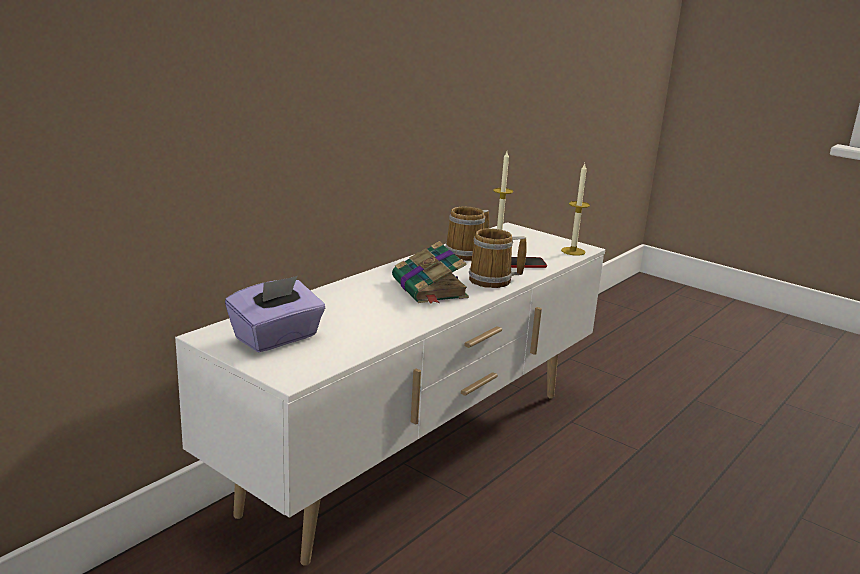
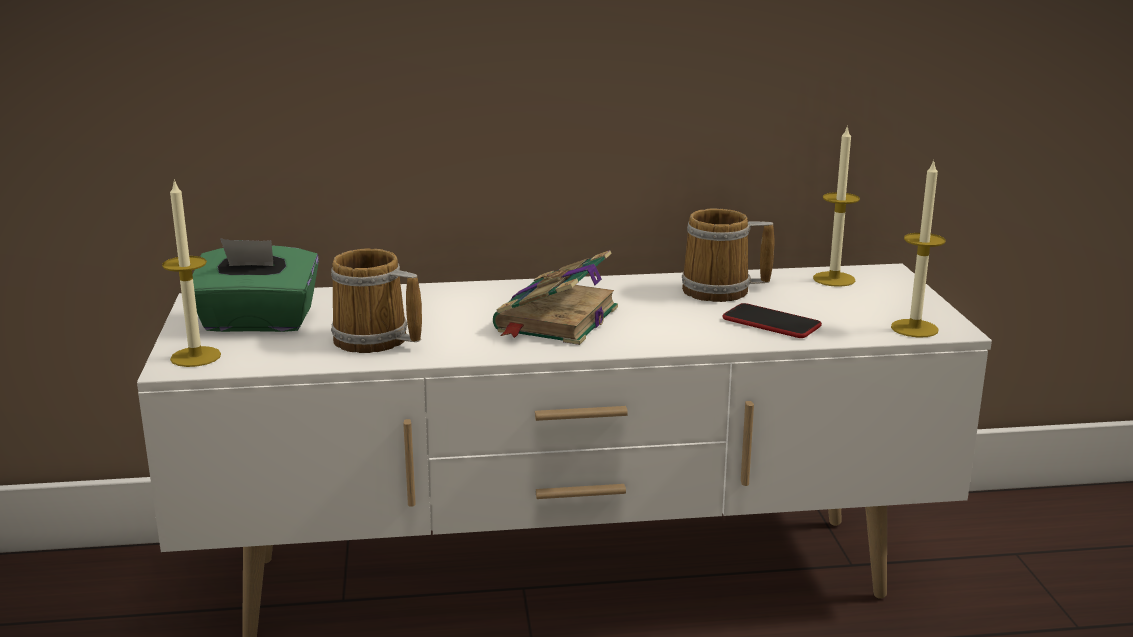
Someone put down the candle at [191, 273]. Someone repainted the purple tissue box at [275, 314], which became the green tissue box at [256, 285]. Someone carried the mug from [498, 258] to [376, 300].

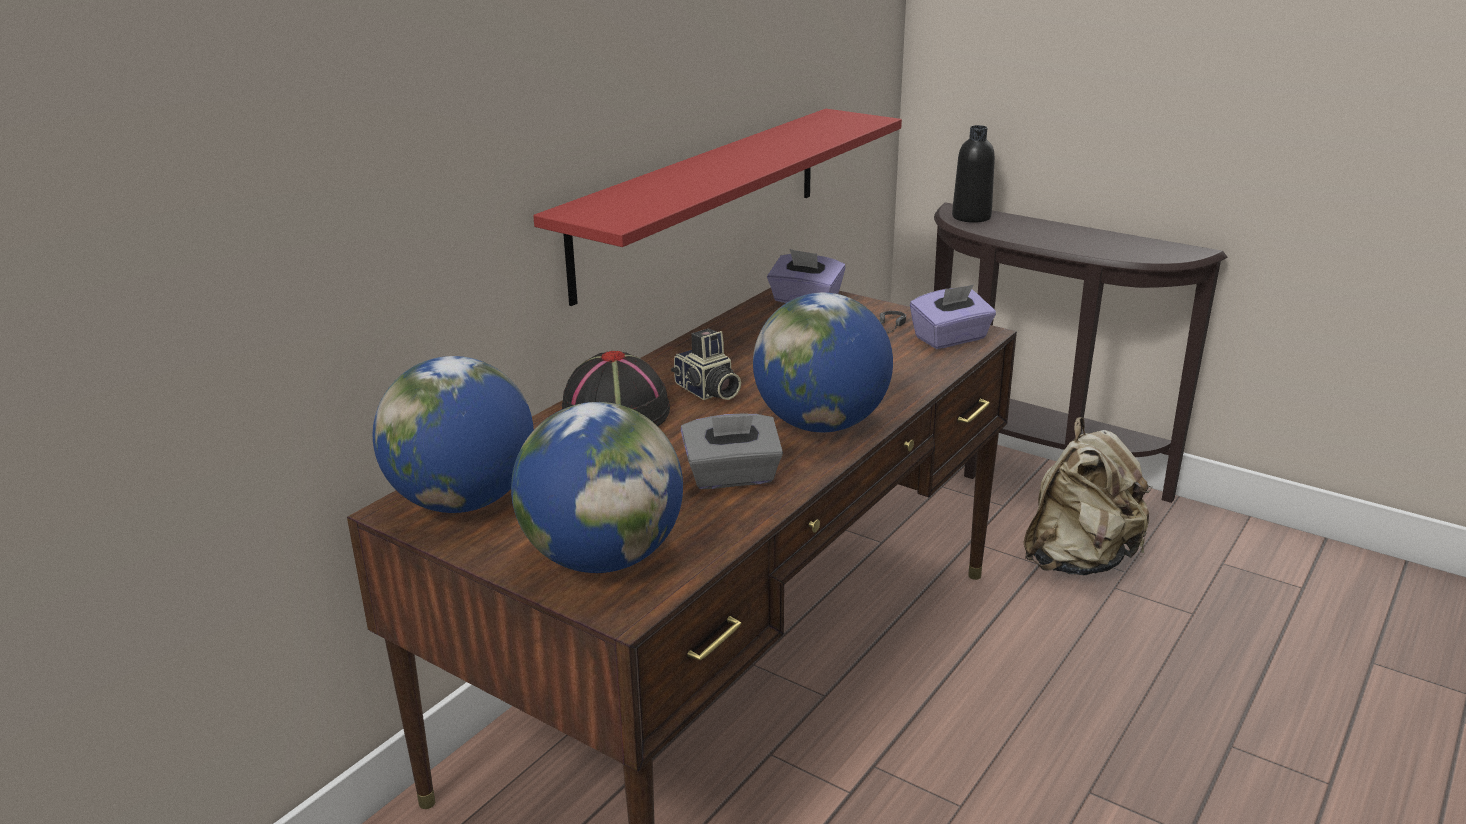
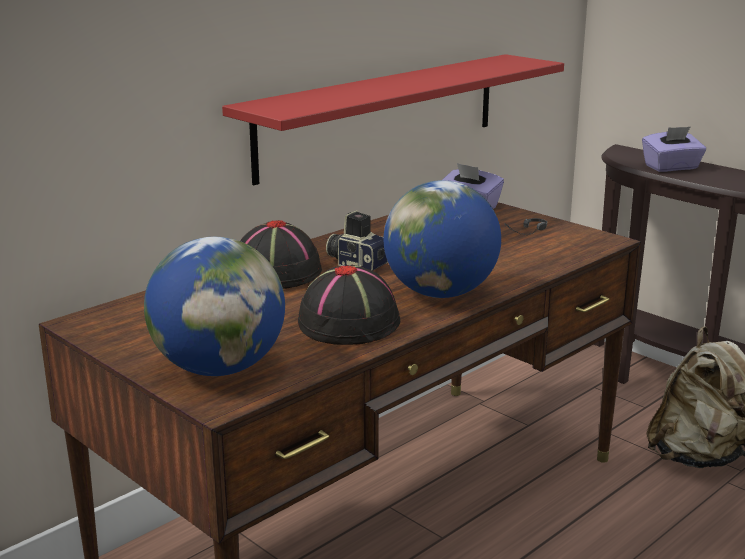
Someone swapped the grey tissue box at [732, 451] for the black hat at [349, 305]. Someone rotated the photo camera at [706, 364] by 150 degrees clockwise. Someone carried the purple tissue box from [953, 316] to [674, 149]. Someone took away the globe at [453, 434]. Someone took away the black bottle at [973, 174].

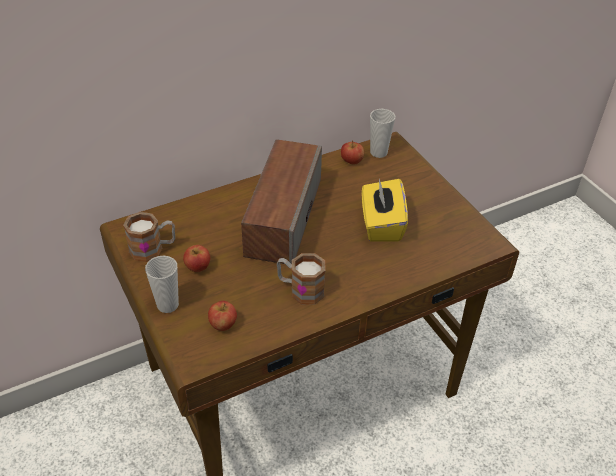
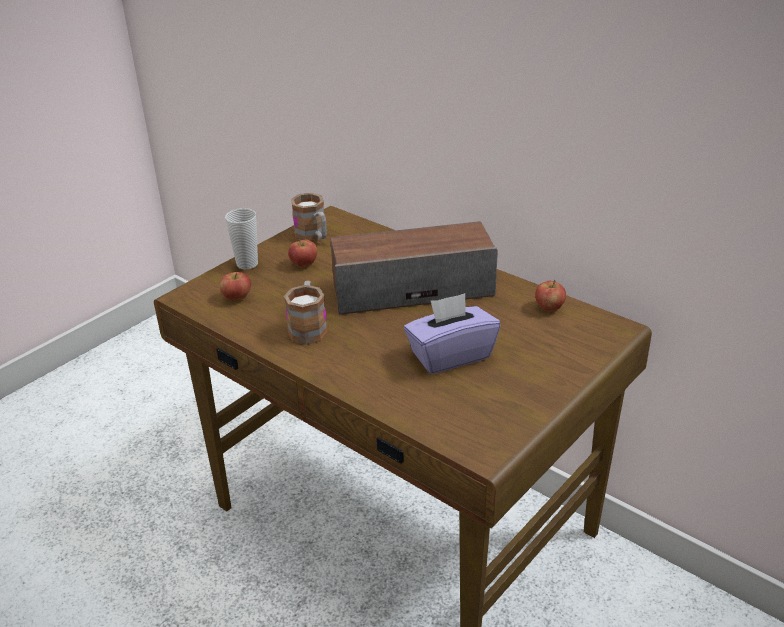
Someone repainted the yellow tissue box at [385, 210], which became the purple tissue box at [452, 333]. Someone took away the cup at [382, 133].

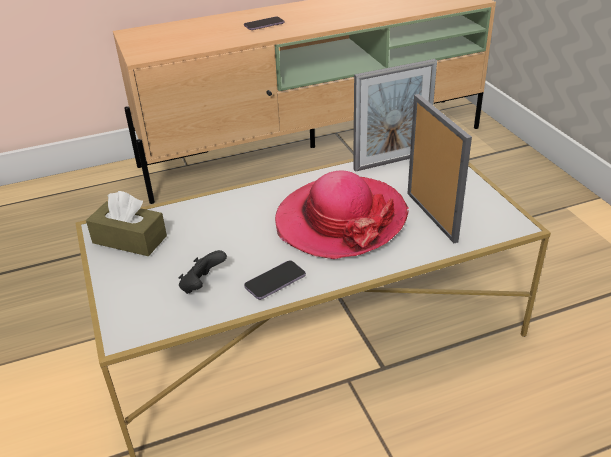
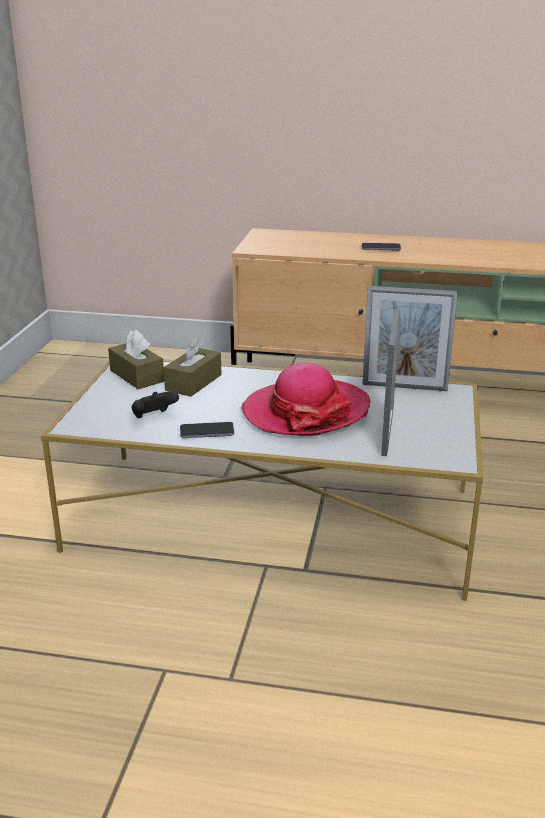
Someone put down the brown tissue box at [193, 367].

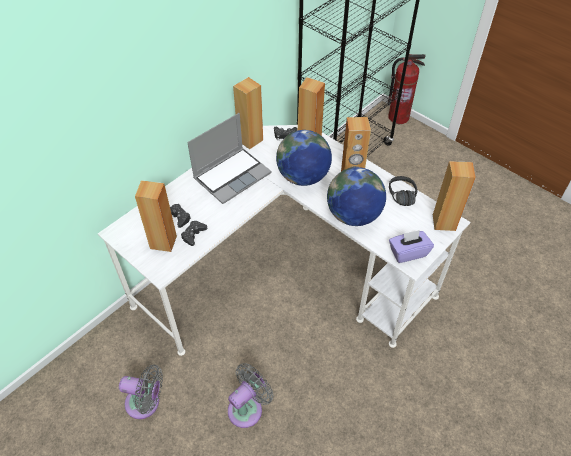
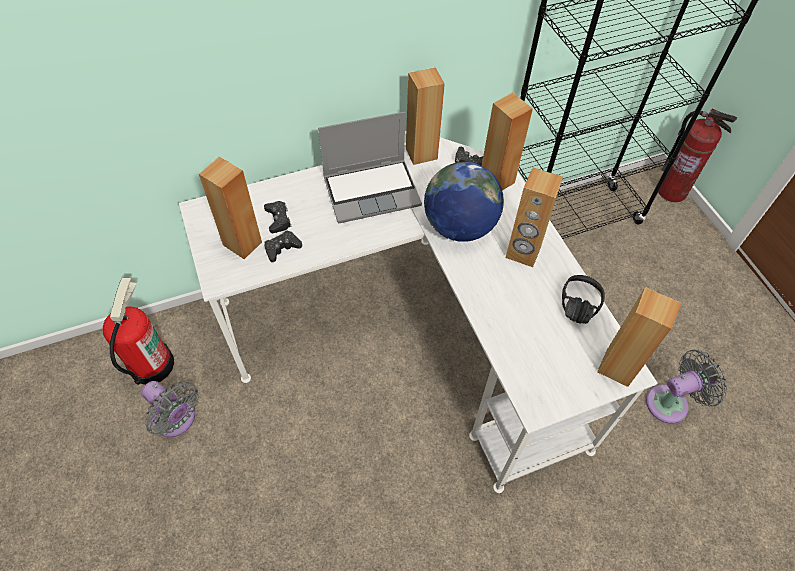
Someone put down the fire extinguisher at [138, 331]. Someone carried the grey fan from [251, 395] to [686, 387]. Someone took away the globe at [356, 196]. Someone took away the purple tissue box at [411, 246].

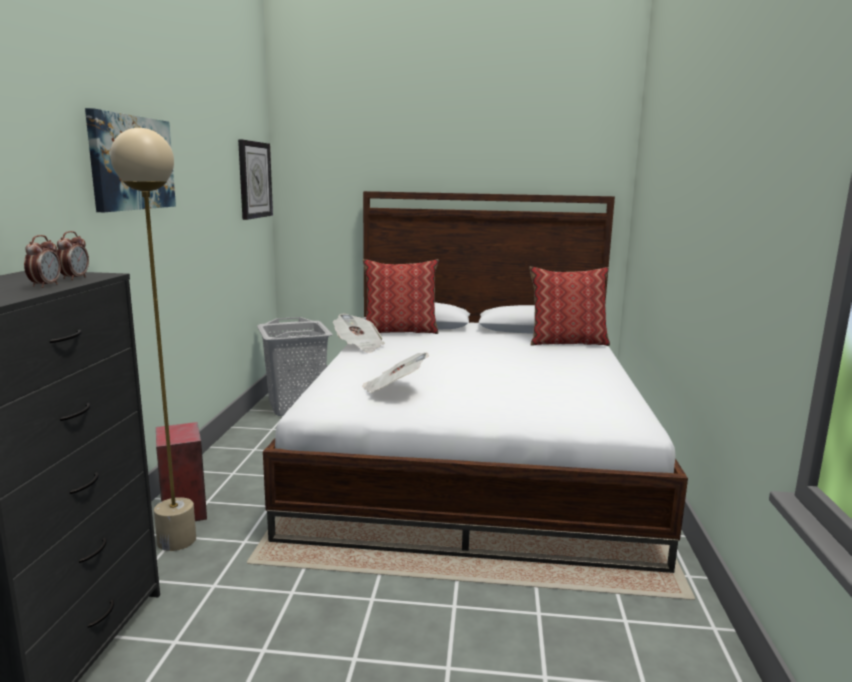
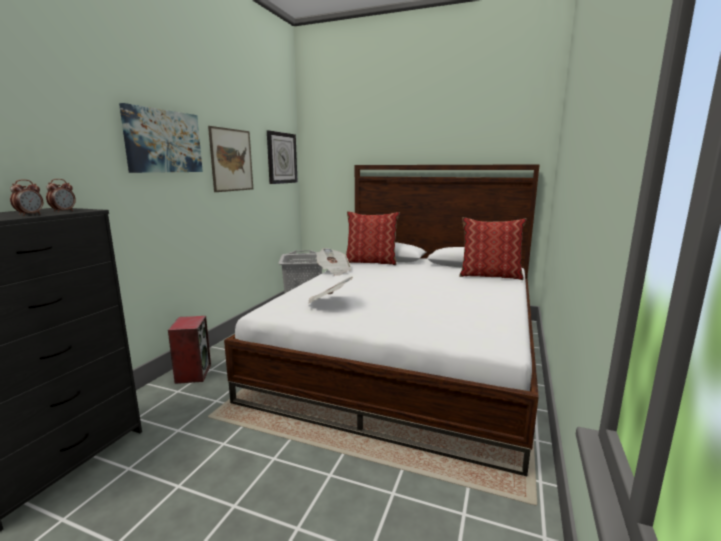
Someone put up the picture at [230, 159]. Someone took away the beige floor lamp at [153, 339].

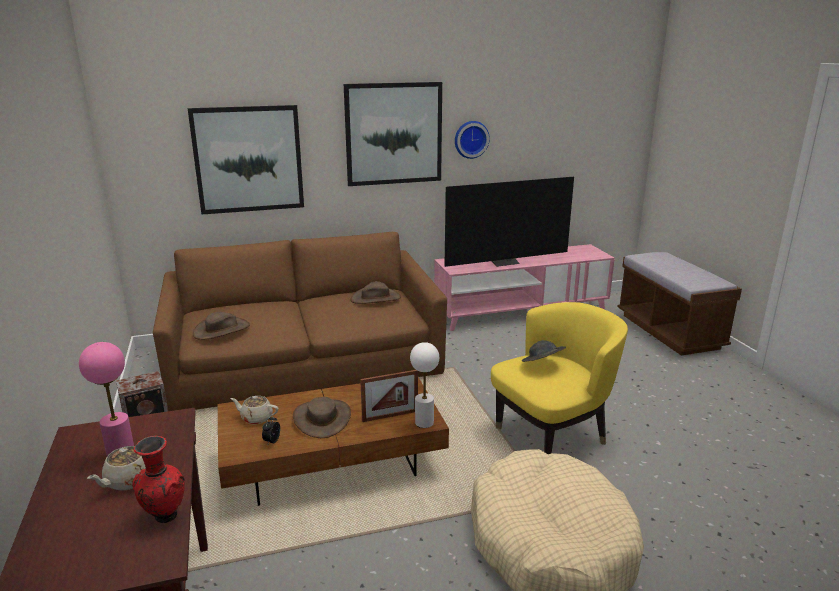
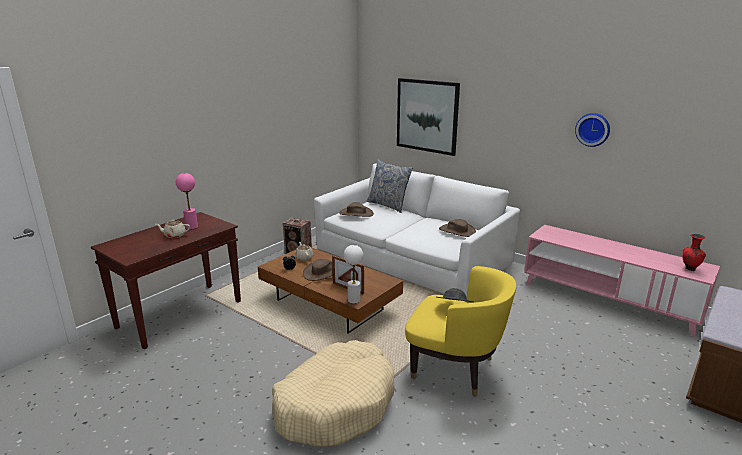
Someone repainted the brown sofa at [300, 321], which became the white sofa at [417, 230]. Someone put down the pillow at [389, 186]. Someone carried the red vase from [159, 479] to [694, 252]. Someone took away the picture at [393, 134]. Someone took away the television at [509, 222].

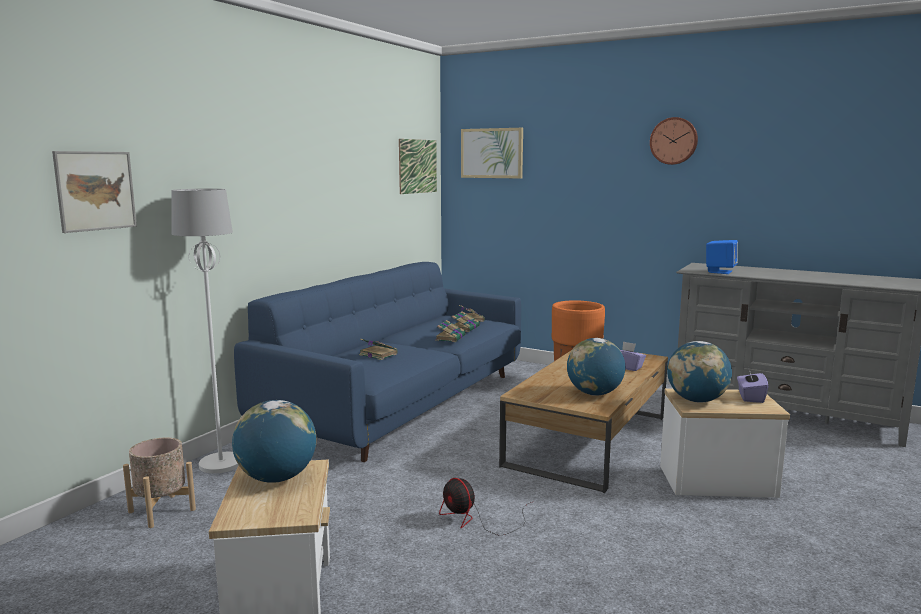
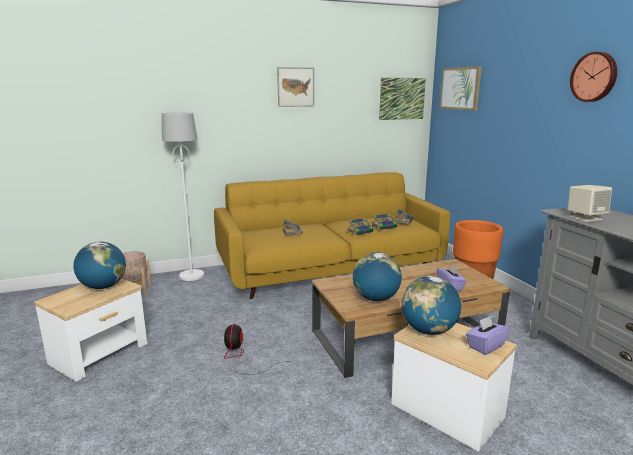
Someone repainted the blue sofa at [377, 362], which became the yellow sofa at [332, 235]. Someone carried the picture from [94, 192] to [295, 87]. Someone repainted the blue speaker at [722, 257], which became the beige speaker at [590, 203].

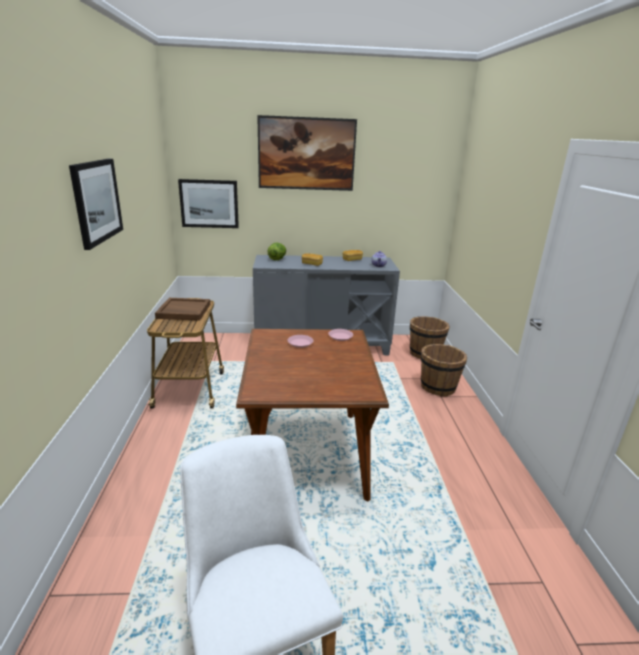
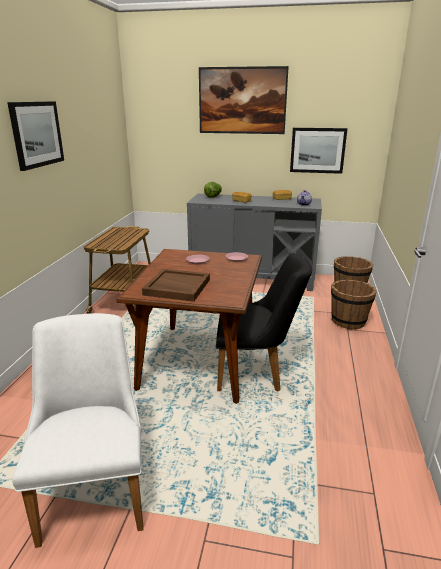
Someone carried the brown tray from [182, 309] to [176, 285]. Someone put down the black chair at [264, 322]. Someone carried the picture from [208, 203] to [319, 151].

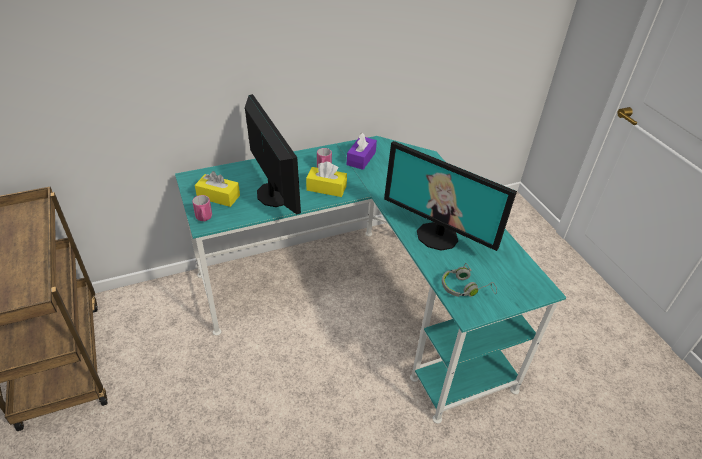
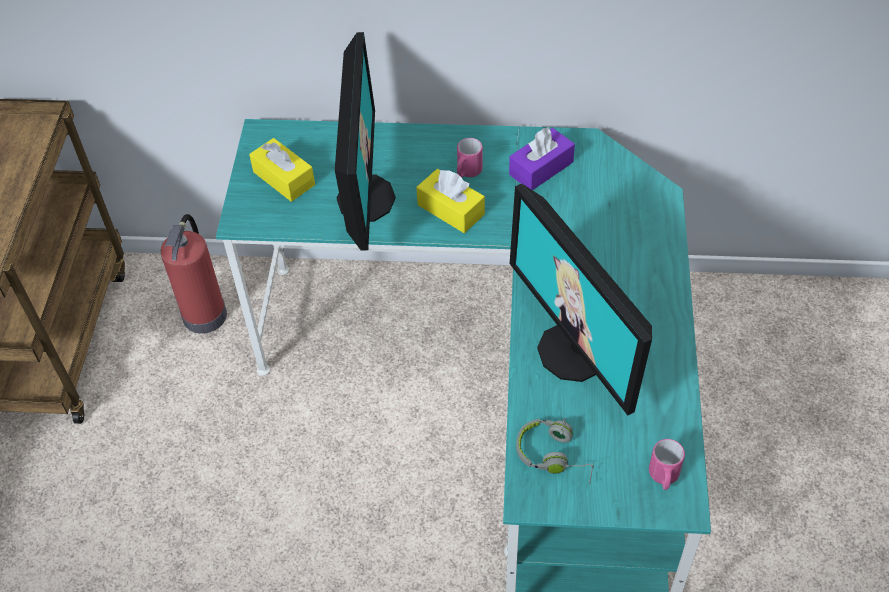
Someone put down the fire extinguisher at [194, 274]. Someone carried the pink mug from [202, 208] to [667, 464].

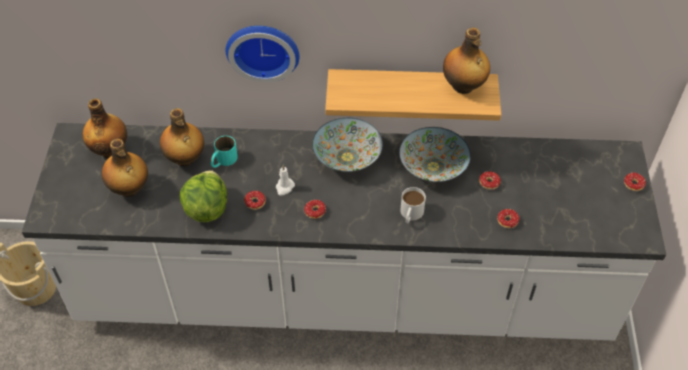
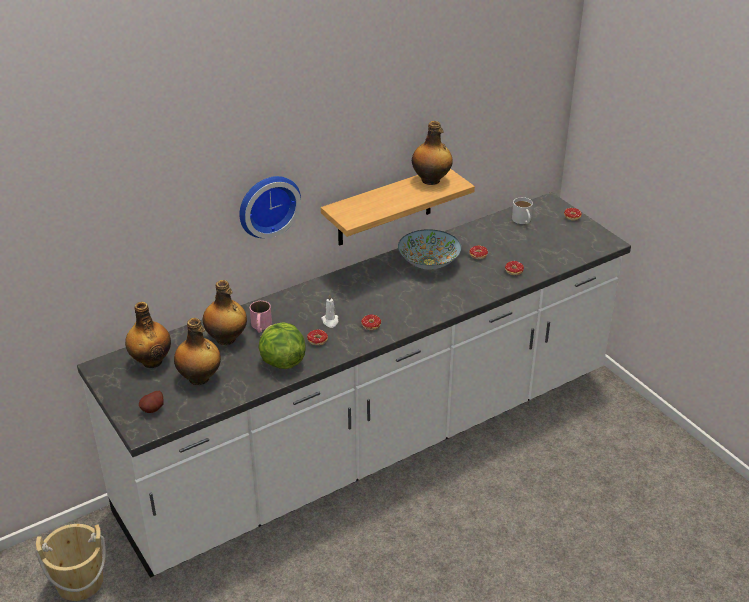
Someone put down the potato at [151, 402]. Someone repainted the turquoise mug at [224, 152], which became the pink mug at [261, 317]. Someone carried the white mug from [413, 205] to [522, 210]. Someone took away the bowl at [347, 145].

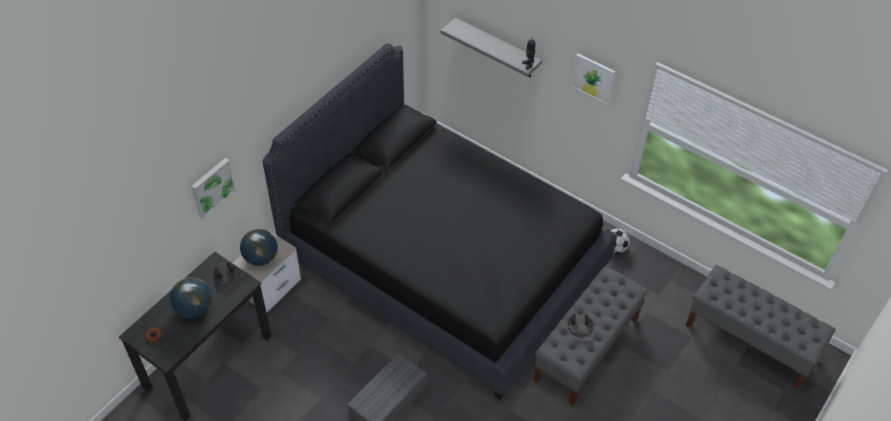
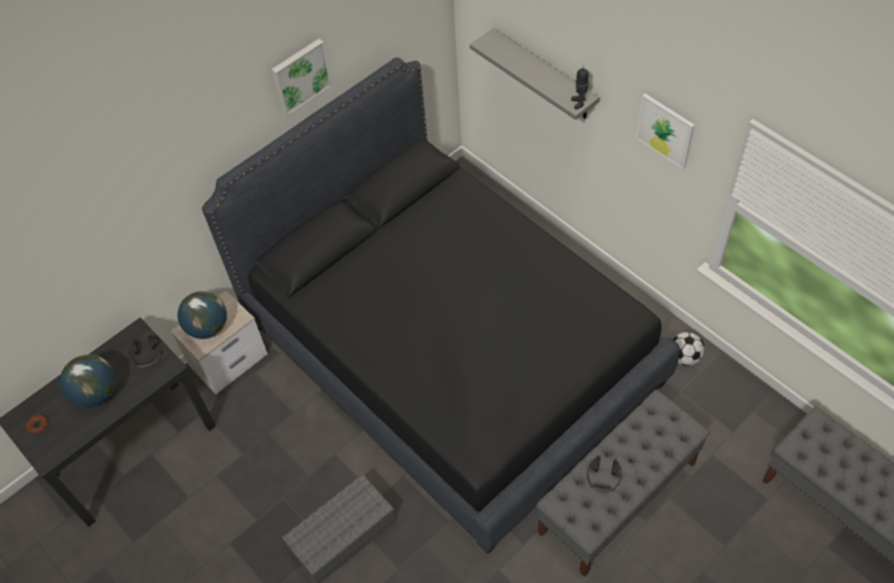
Someone carried the picture from [213, 188] to [302, 77].

